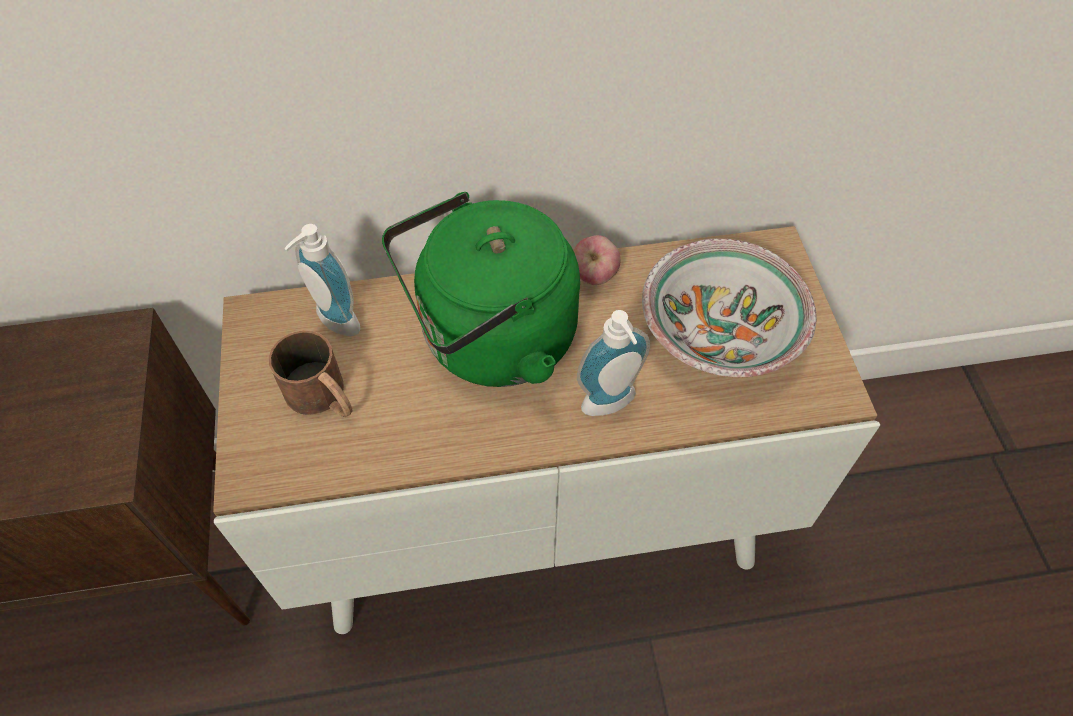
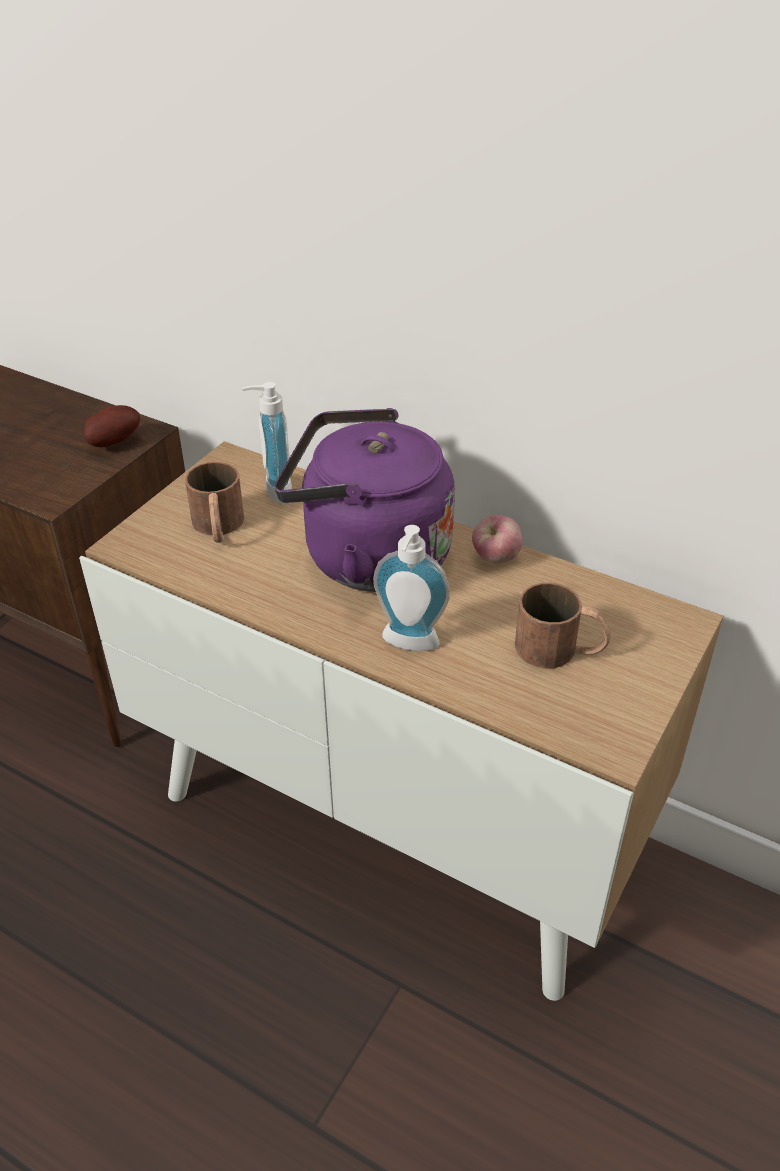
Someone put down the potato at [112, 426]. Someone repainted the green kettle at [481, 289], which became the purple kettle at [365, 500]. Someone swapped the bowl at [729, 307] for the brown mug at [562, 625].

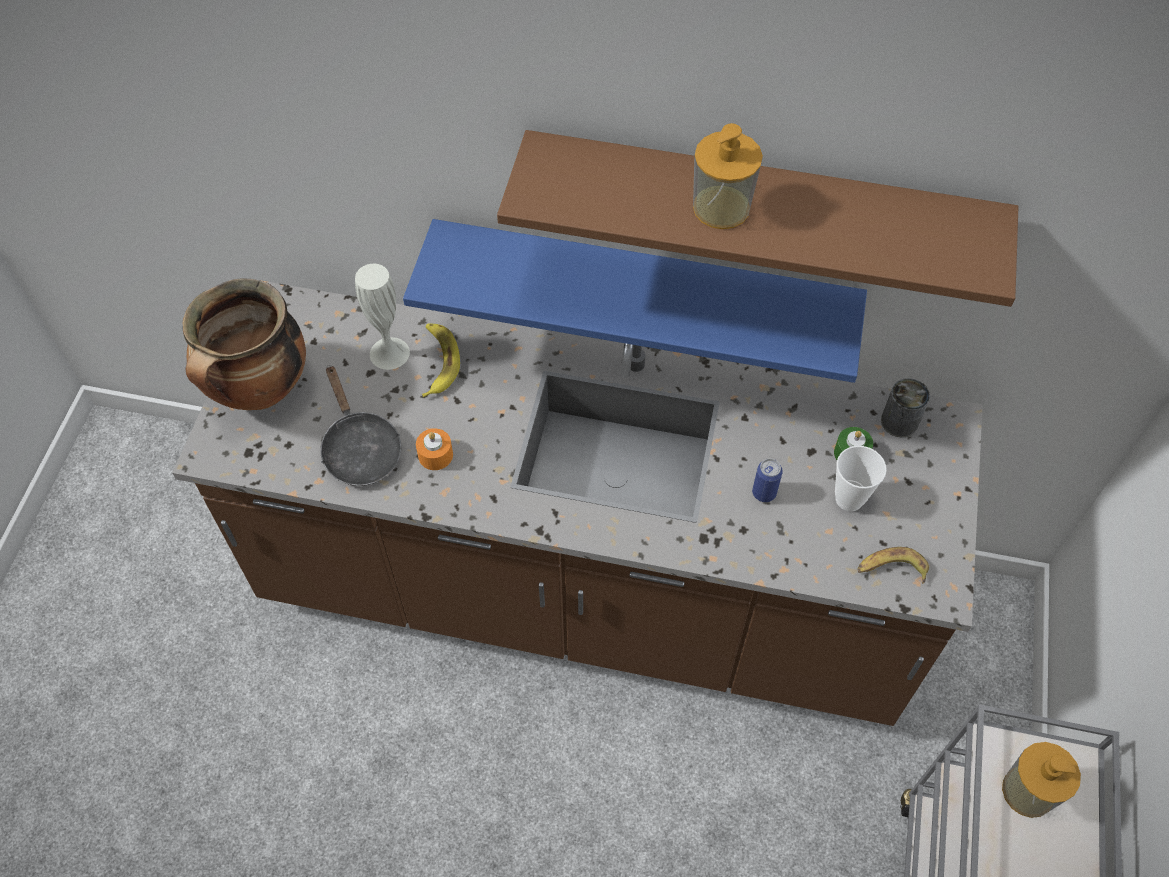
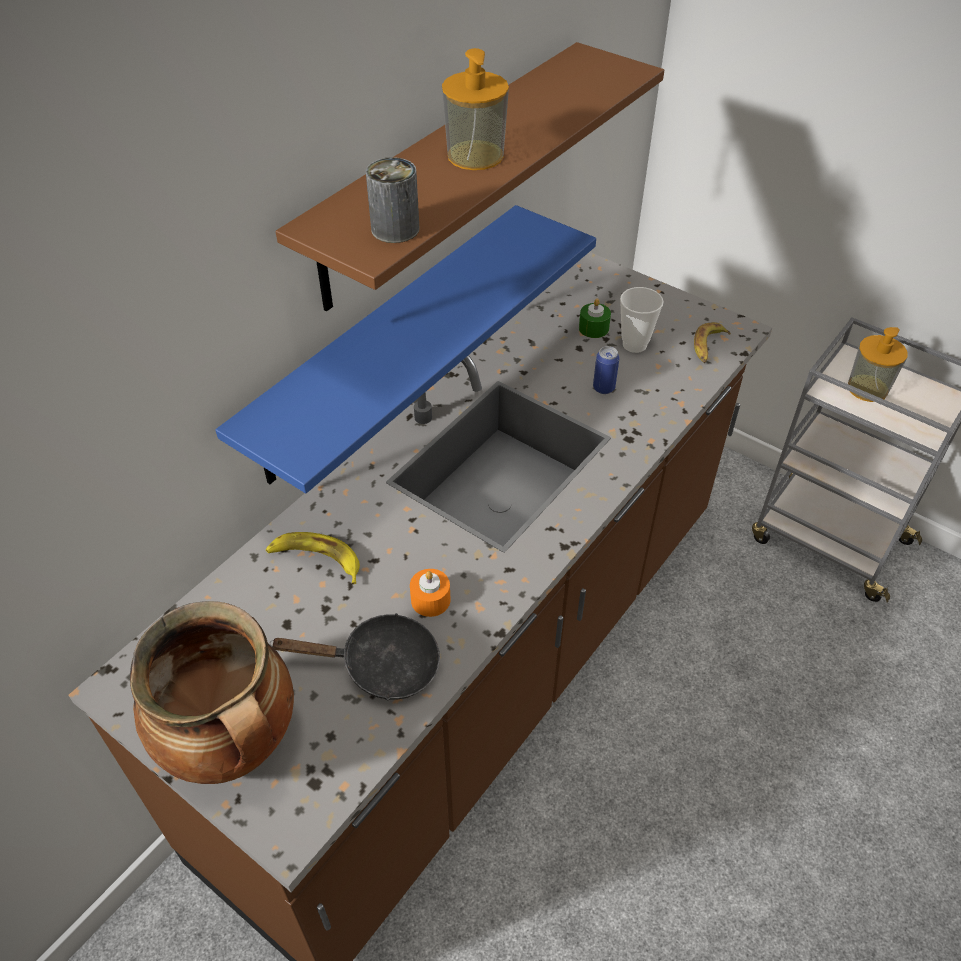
Someone carried the can from [905, 407] to [392, 200]. Someone took away the white vase at [382, 317].

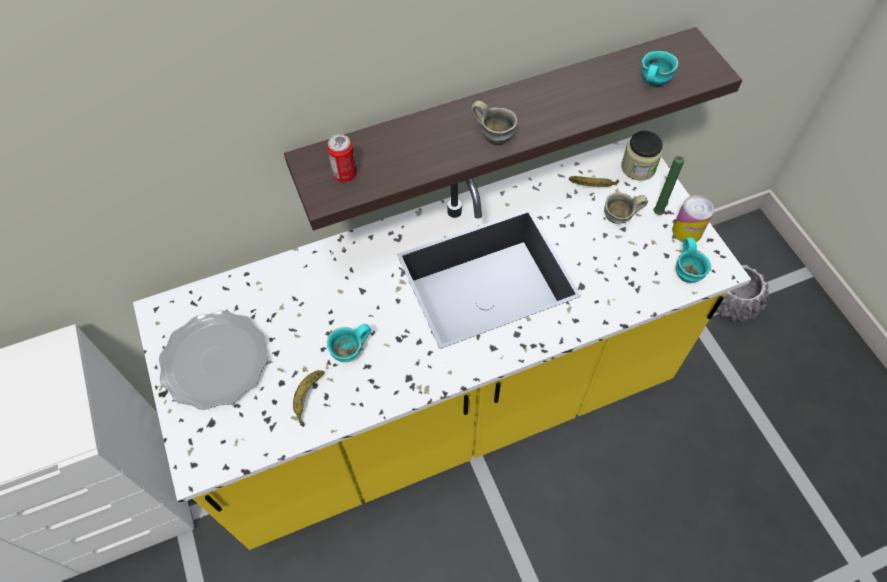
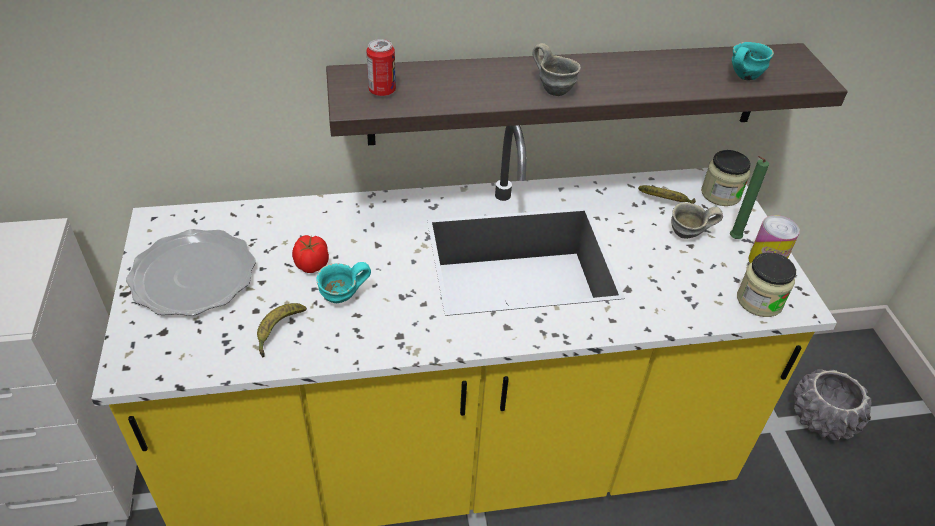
Someone put down the tomato at [310, 254]. Someone swapped the turquoise mug at [693, 260] for the jar at [766, 284].

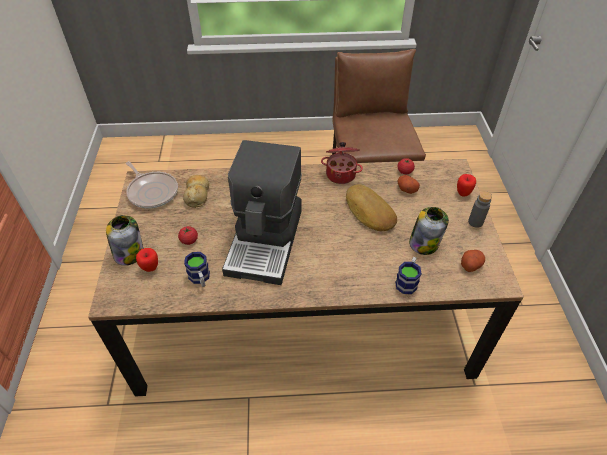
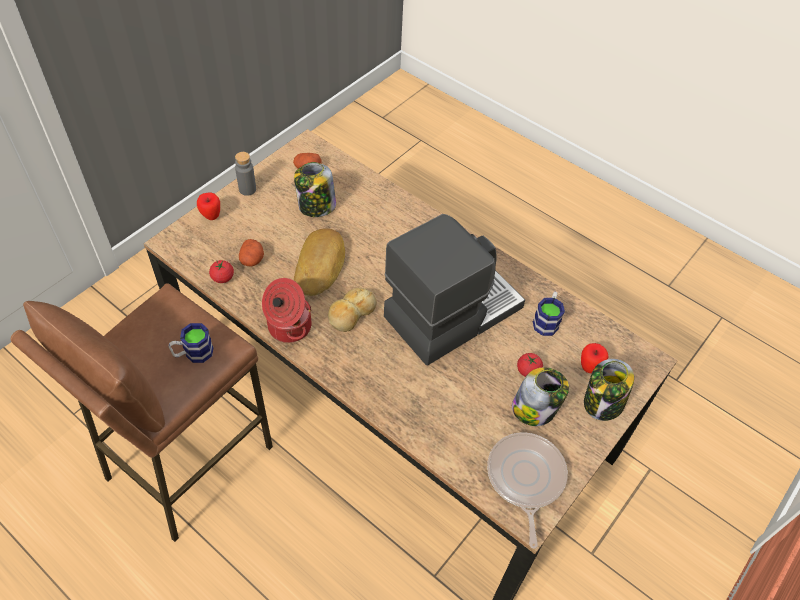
Someone carried the mug from [408, 275] to [191, 343]. Someone carried the bread from [196, 191] to [352, 310]. Someone put down the jar at [540, 396].

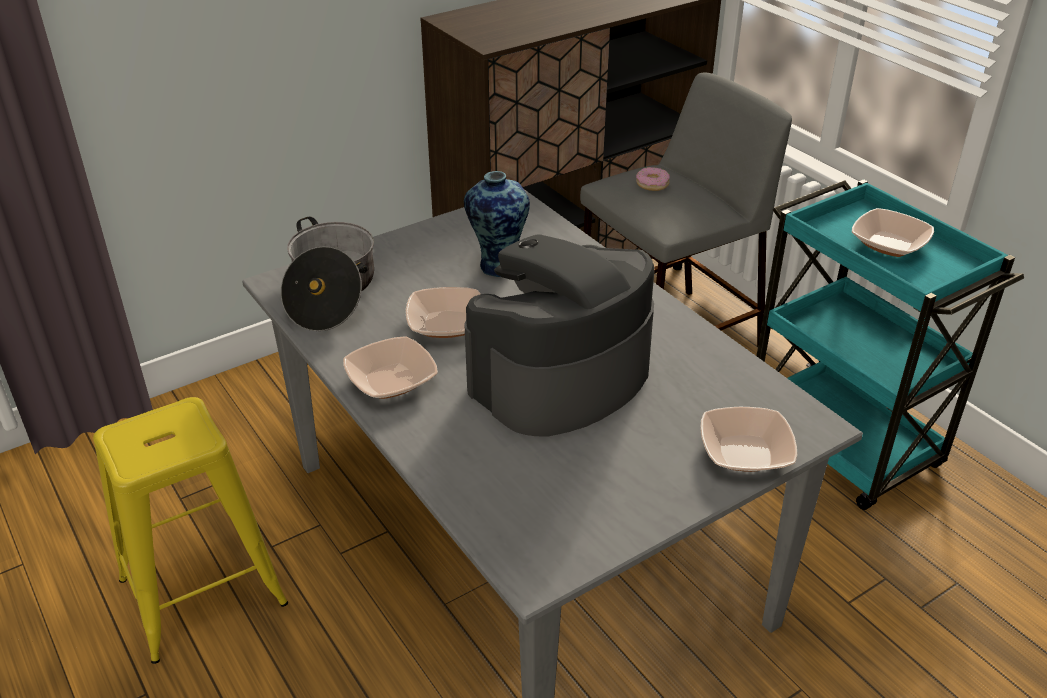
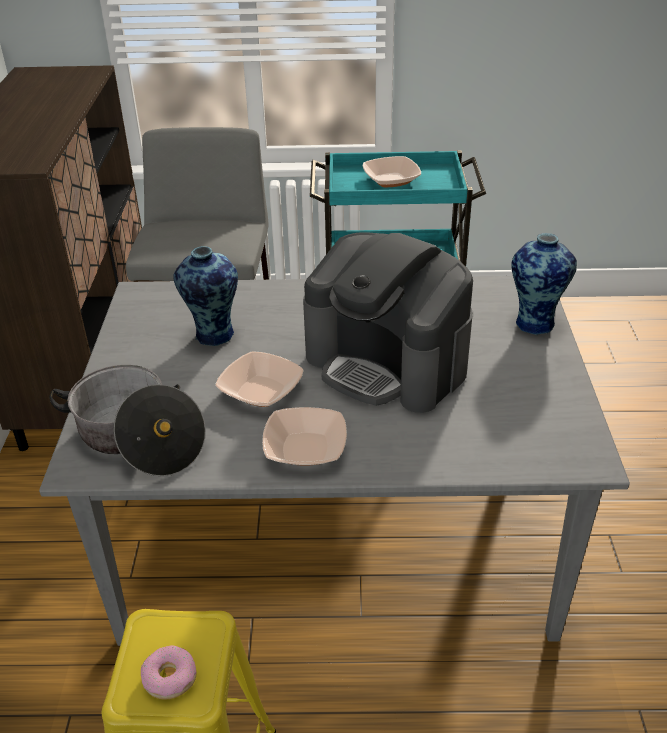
Someone carried the donut from [653, 179] to [168, 672]. Someone rotated the coffee machine at [559, 335] by 45 degrees counterclockwise. Someone swapped the bowl at [748, 439] for the vase at [544, 284].

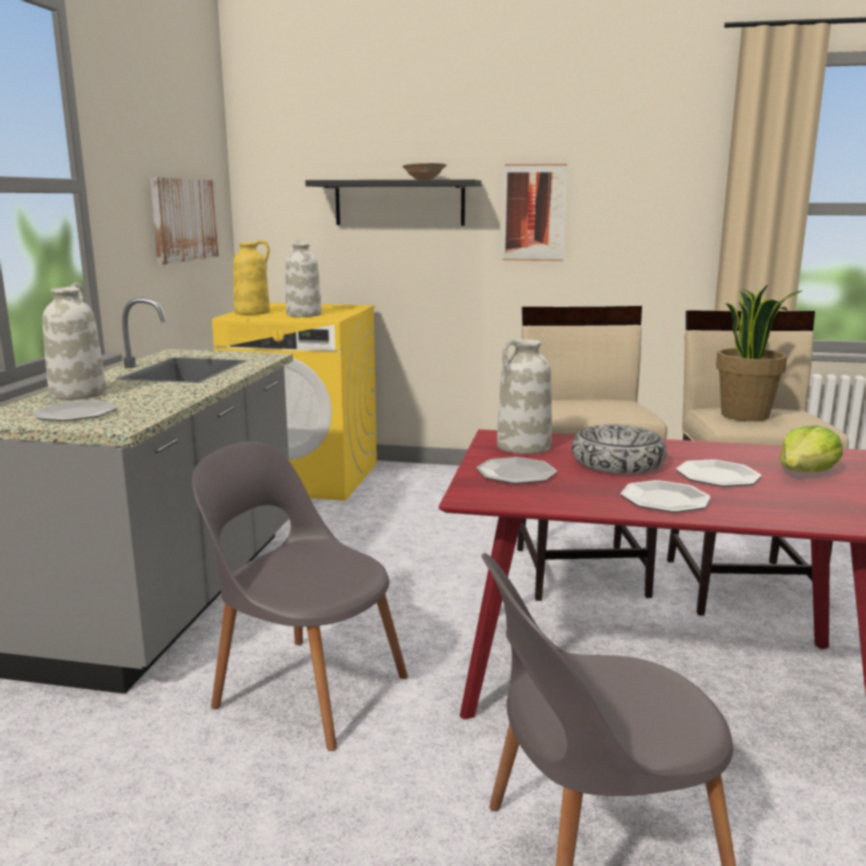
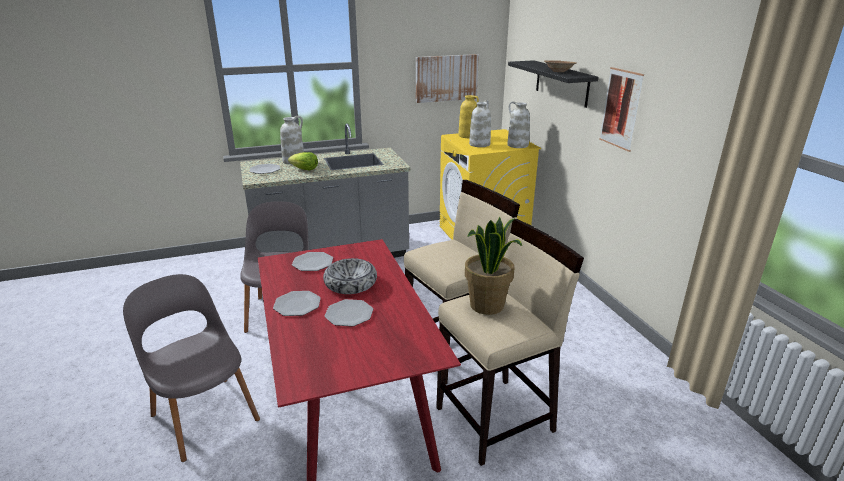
Someone carried the lettuce from [811, 449] to [303, 161]. Someone carried the white vase from [524, 396] to [518, 124].

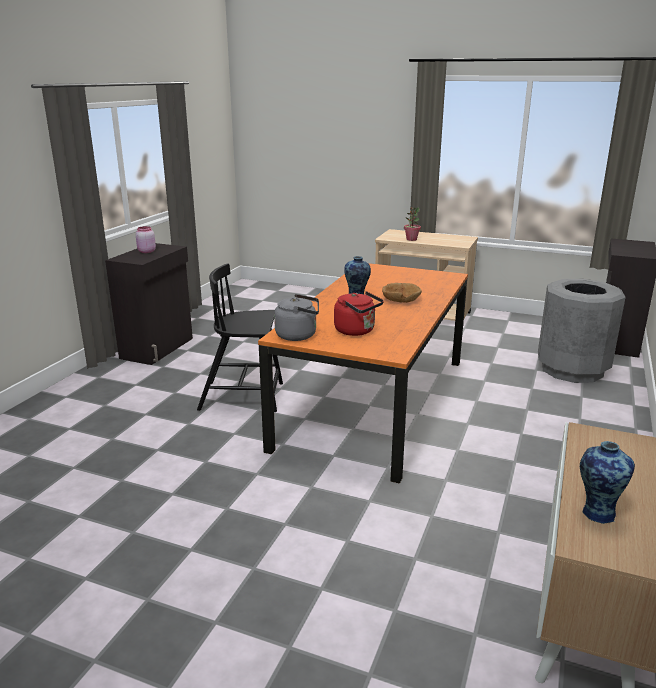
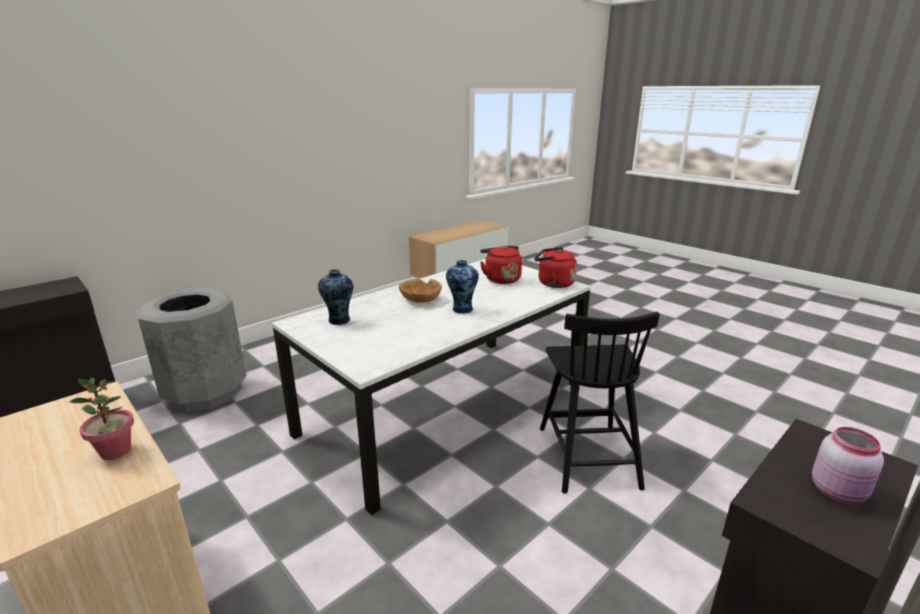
Someone repainted the orange dining table at [363, 373], which became the white dining table at [431, 387]. Someone carried the vase from [607, 482] to [335, 297]. Someone repainted the grey kettle at [296, 317], which became the red kettle at [555, 267]. Someone rotated the black chair at [240, 337] by 60 degrees clockwise.

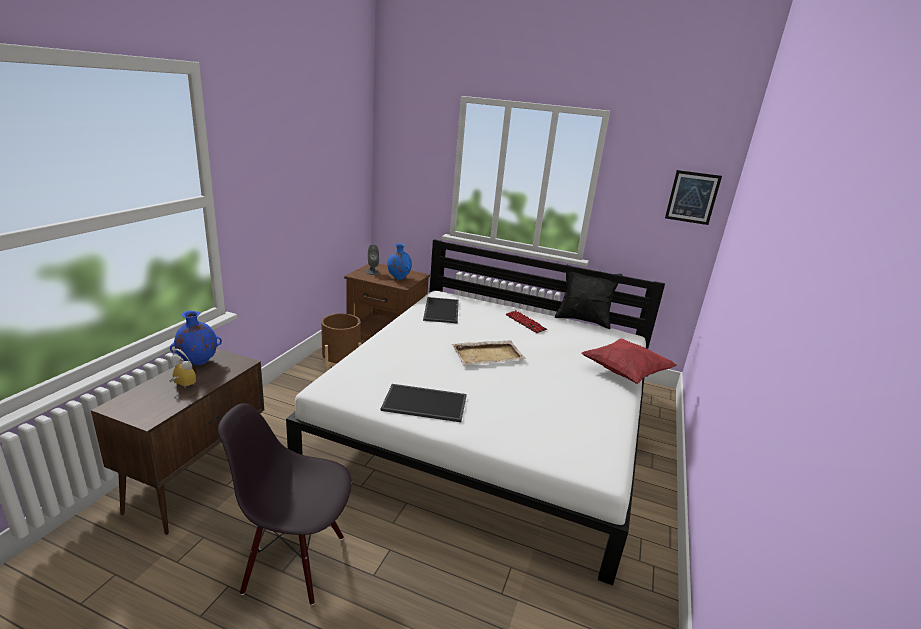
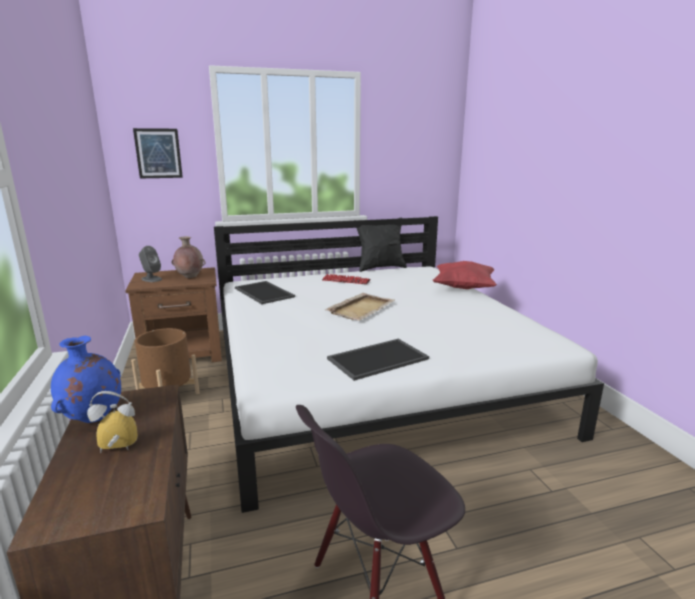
Someone carried the picture from [693, 197] to [158, 153]. Someone repainted the blue vase at [399, 261], which became the brown vase at [188, 257].

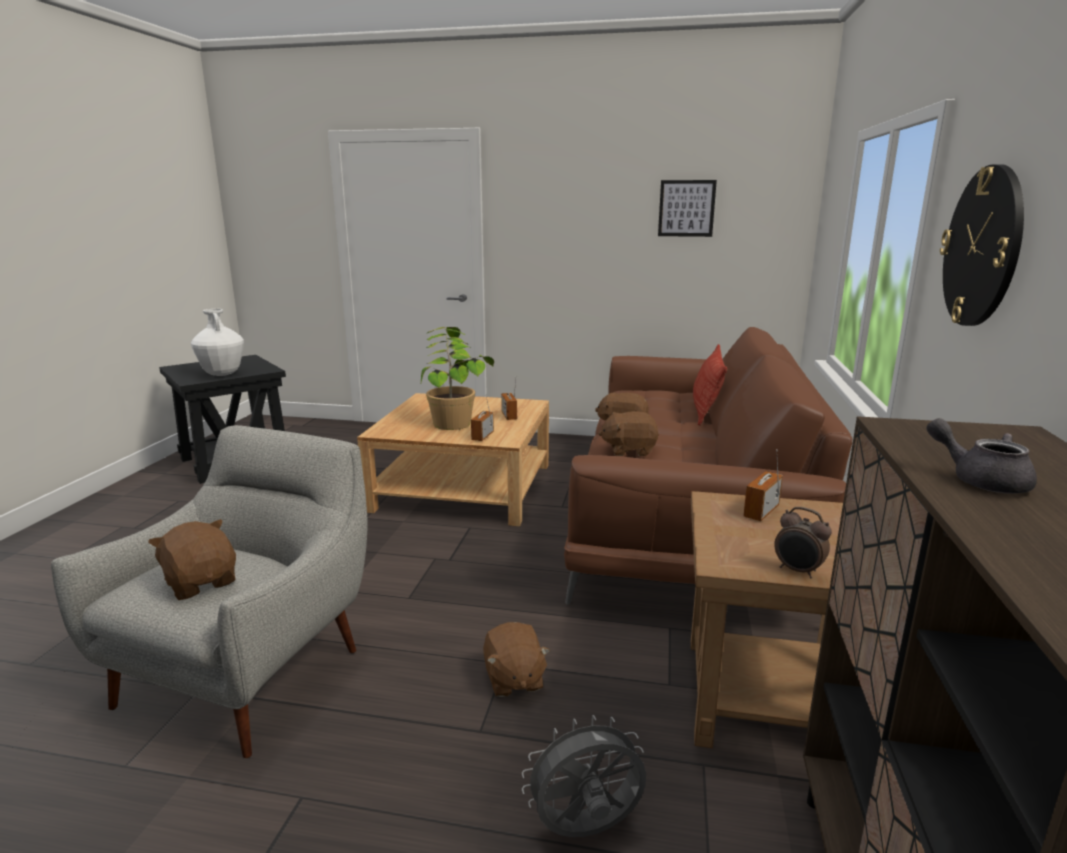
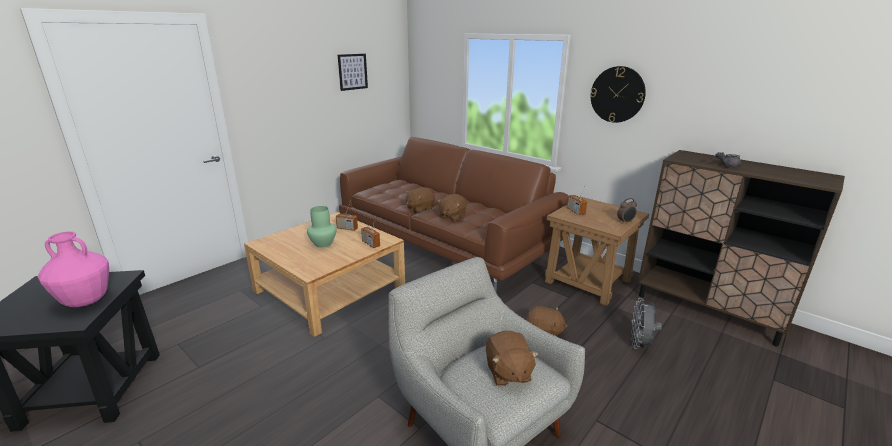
Someone repainted the white vase at [217, 342], which became the pink vase at [73, 269]. Someone swapped the potted plant at [457, 378] for the green vase at [322, 227]. Someone rotated the brown plush toy at [192, 559] by 90 degrees counterclockwise. Someone took away the pillow at [710, 384].

